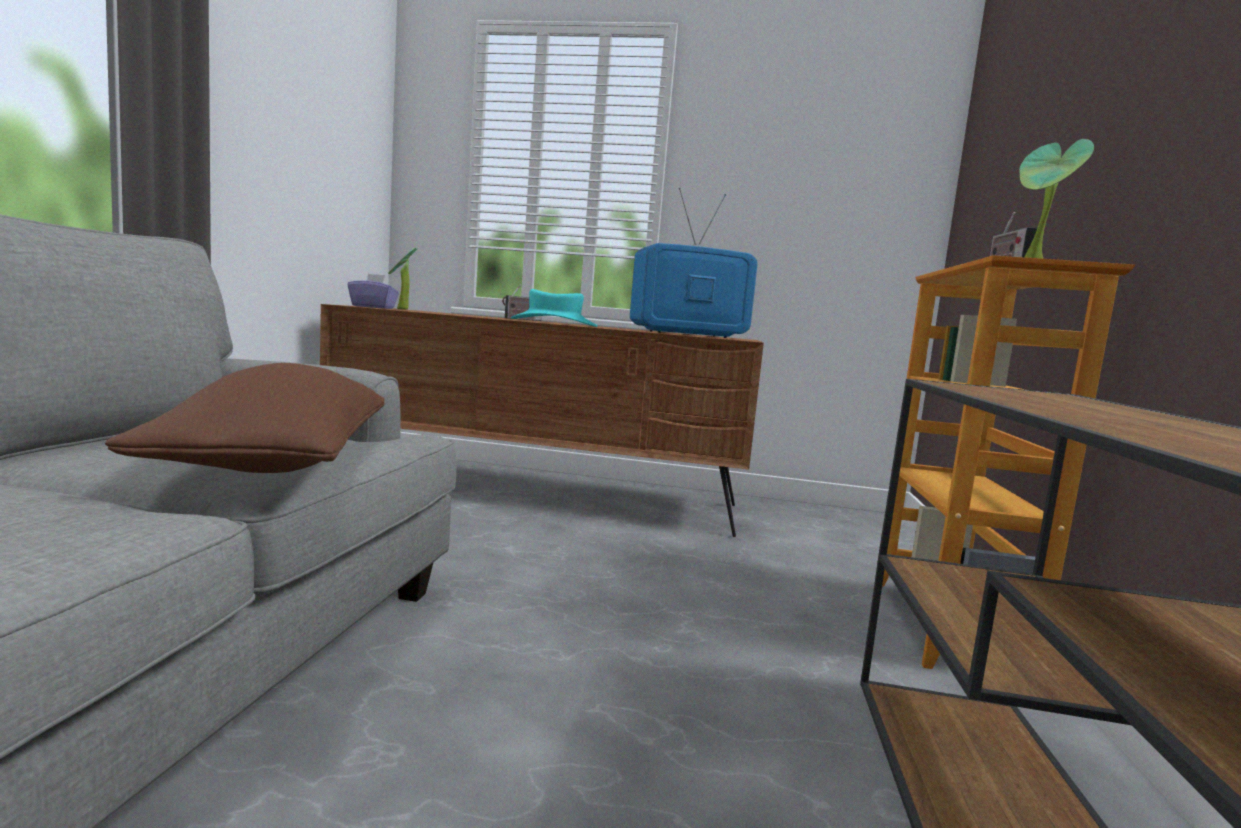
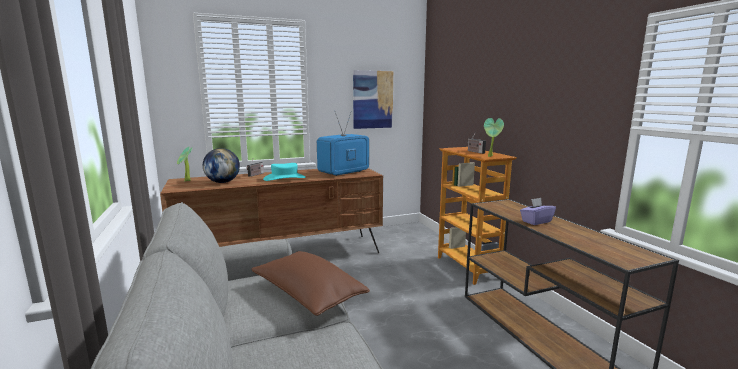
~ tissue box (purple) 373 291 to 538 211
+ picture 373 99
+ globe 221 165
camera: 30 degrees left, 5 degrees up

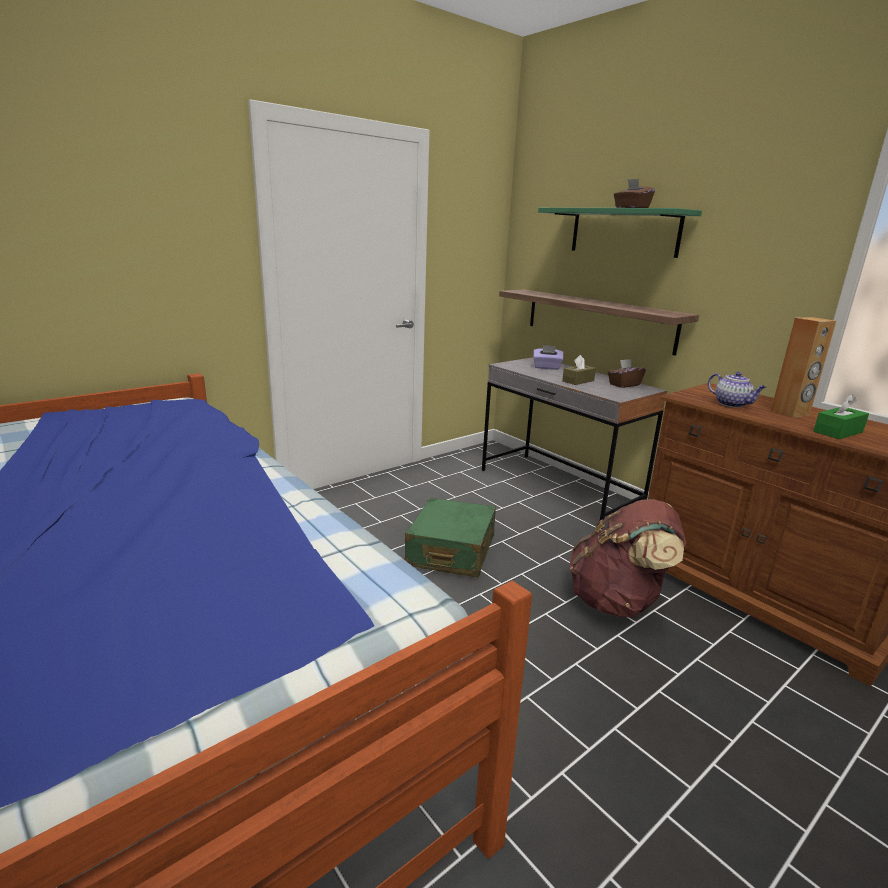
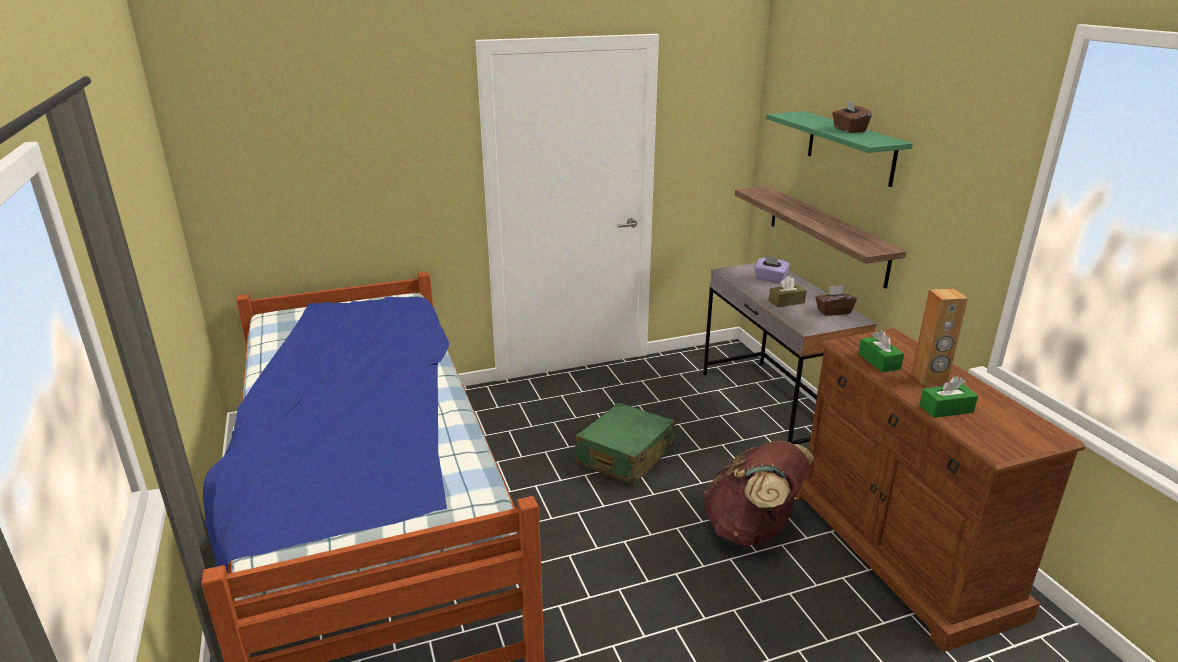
~ teapot 737 390 to tissue box (green) 881 351
camera: 20 degrees right, 5 degrees up

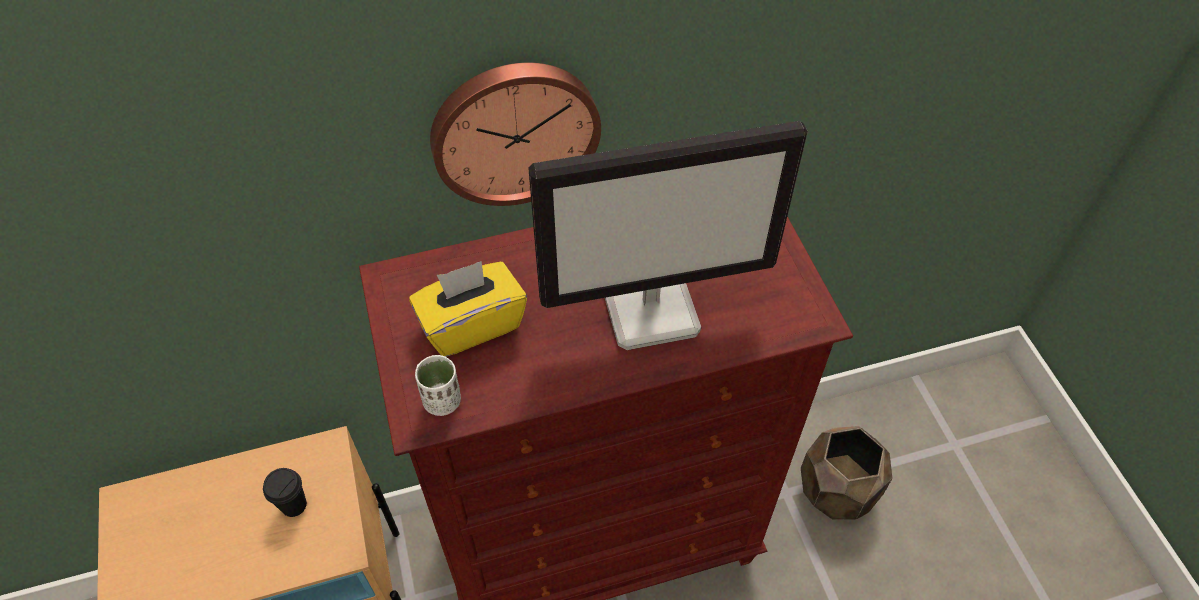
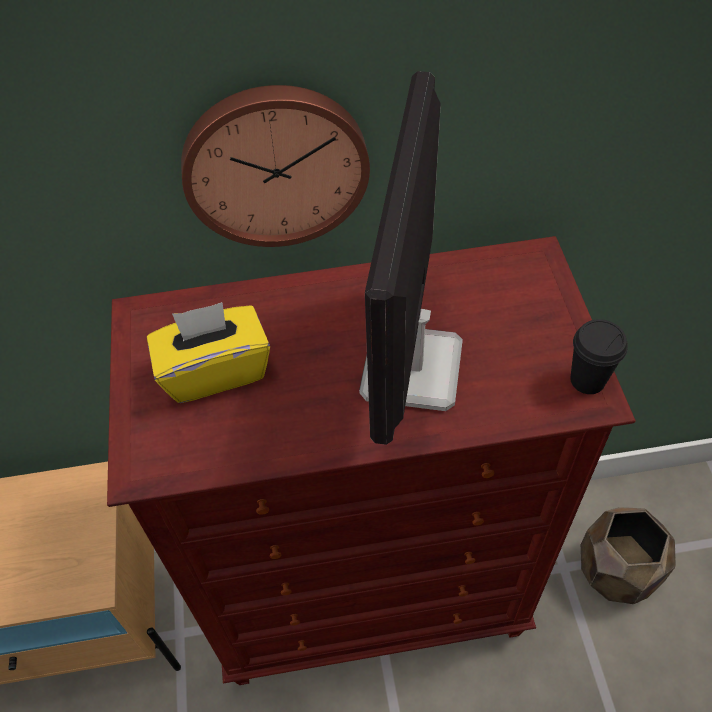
~ monitor 668 235 = 411 258 105 degrees clockwise
- cup (white) 438 385
~ cup (black) 285 492 to 599 356
camera: 10 degrees right, 0 degrees up

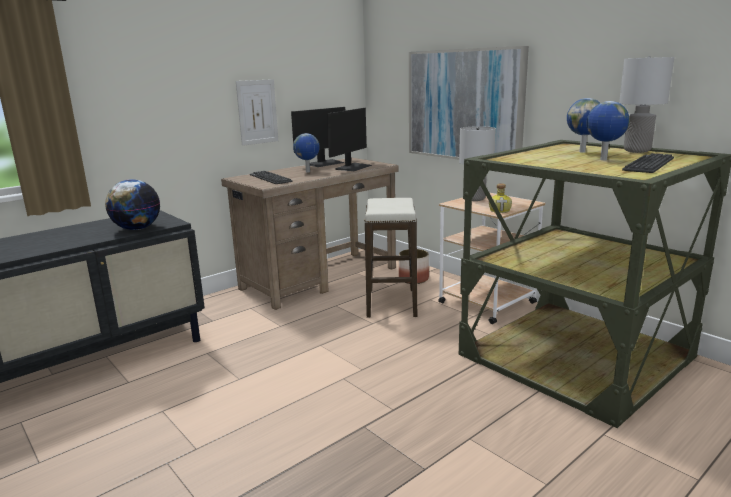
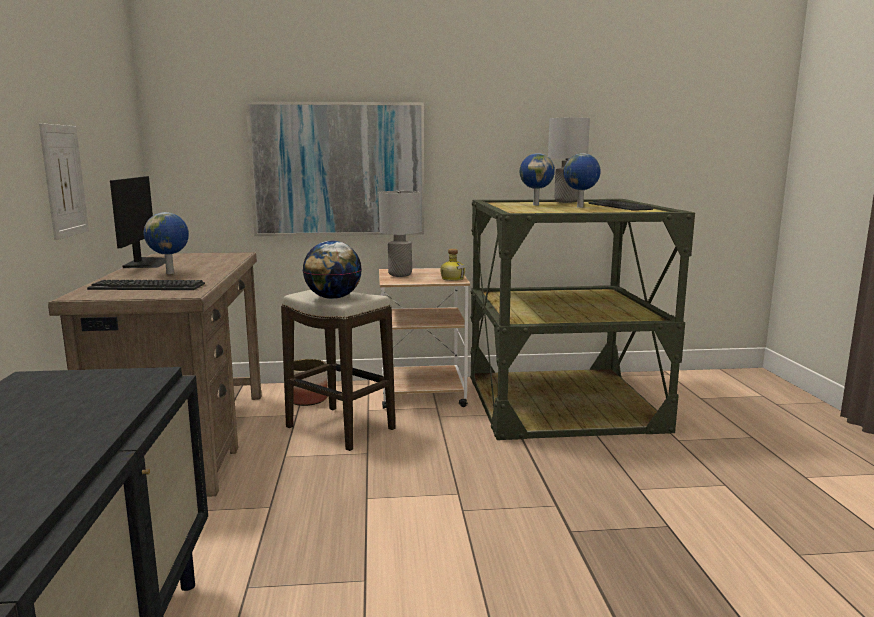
- monitor 349 139
~ globe 132 204 to 332 270
camera: 55 degrees left, 5 degrees down

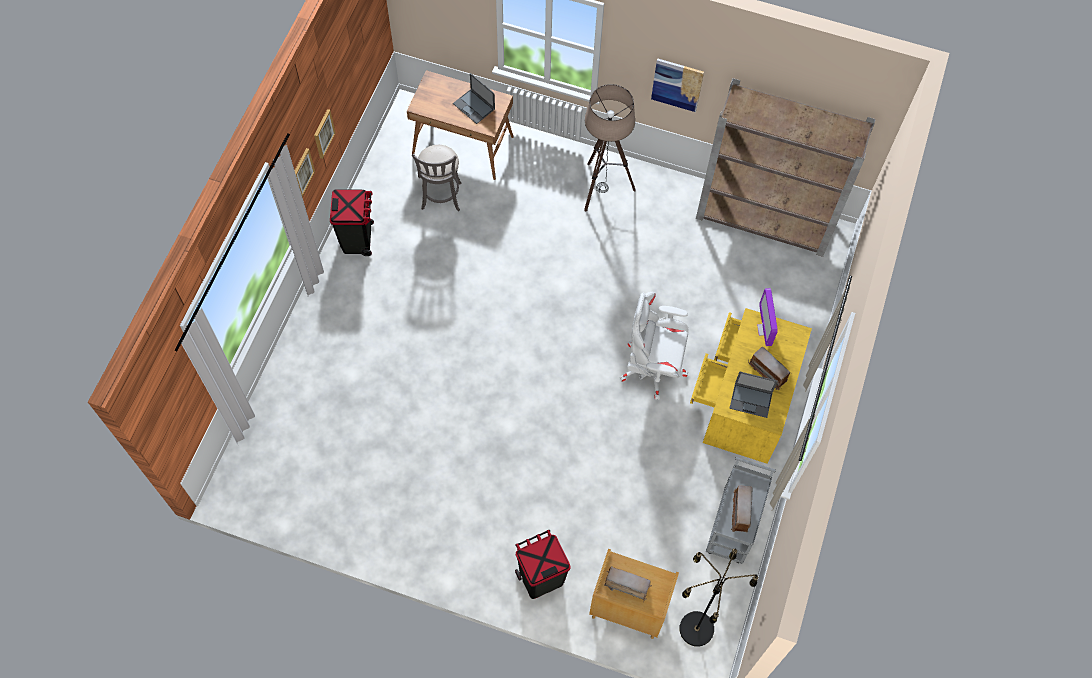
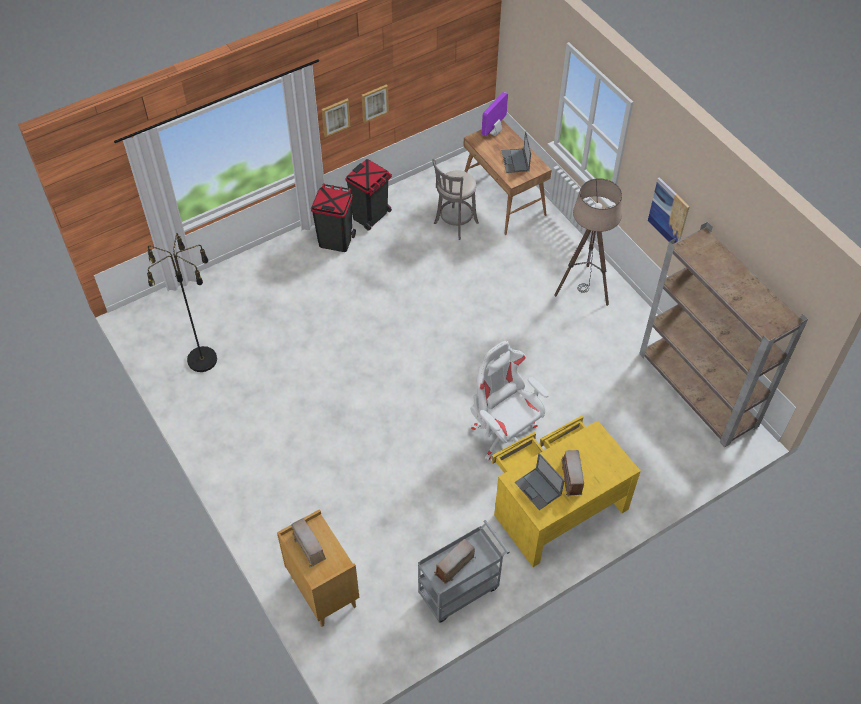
~ monitor 767 317 to 495 114
~ trash can (black) 543 564 to 333 217
~ floor lamp 718 597 to 182 302
camera: 40 degrees right, 10 degrees down

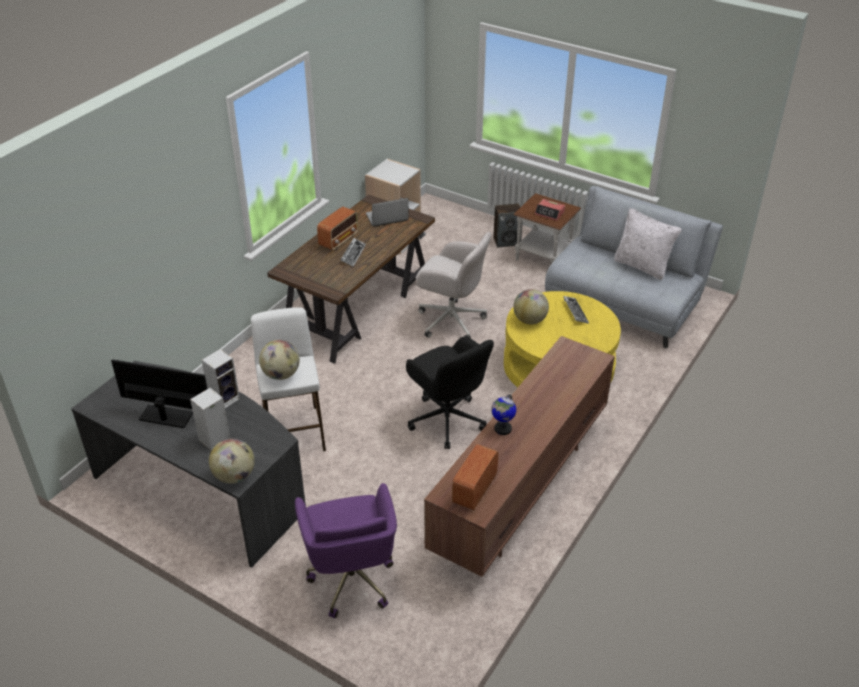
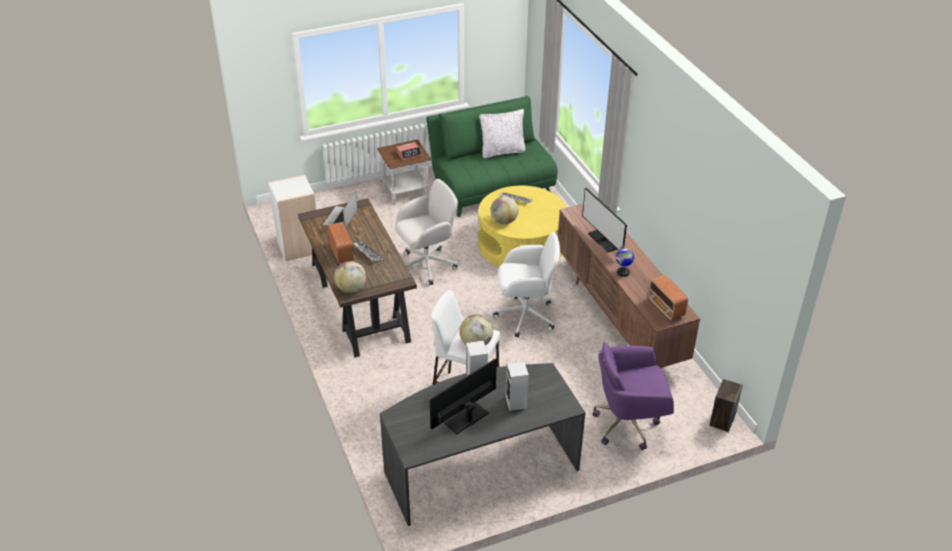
~ sofa (grey) 634 267 to sofa (green) 492 156
~ speaker 508 225 to 726 405
~ office chair (black) 450 393 to office chair (white) 526 284
~ globe 232 461 to 350 277
~ office chair (purple) 346 550 = 633 396 150 degrees clockwise
+ monitor 604 220
camera: 55 degrees left, 0 degrees up

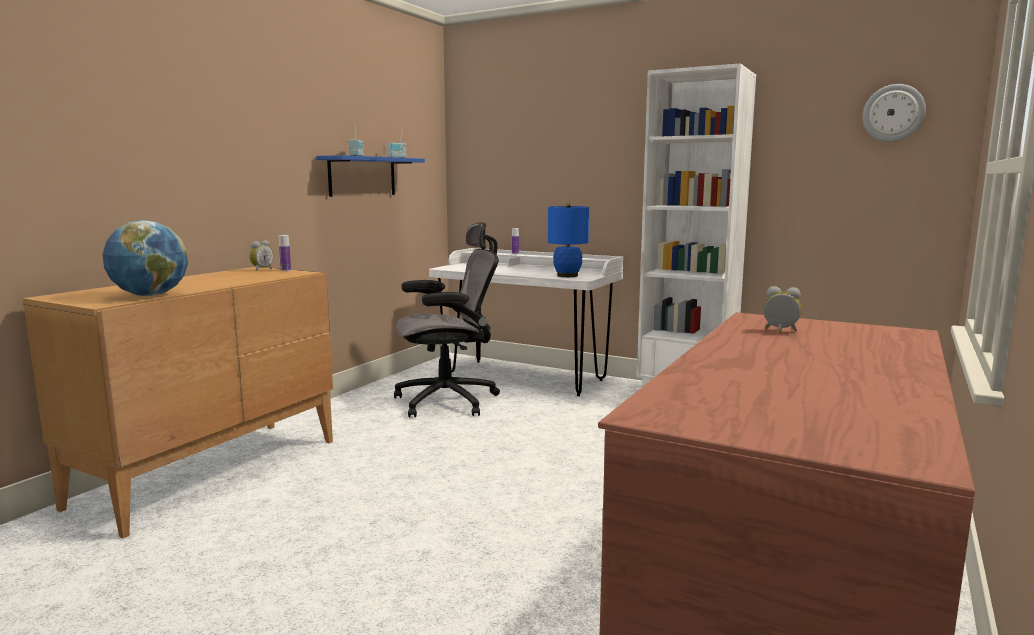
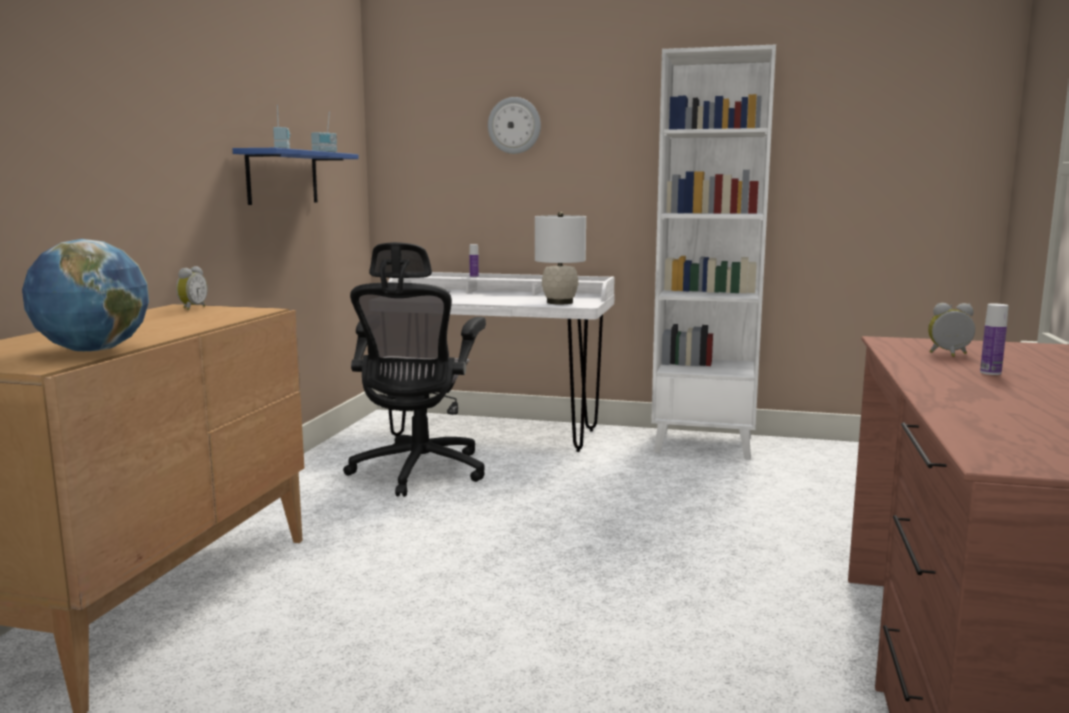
~ wall clock 894 112 to 514 125
~ table lamp (blue) 568 240 to table lamp (white) 560 258
~ office chair 447 319 = 414 369 135 degrees clockwise
~ bottle 285 253 to 994 339
camera: 15 degrees left, 0 degrees up

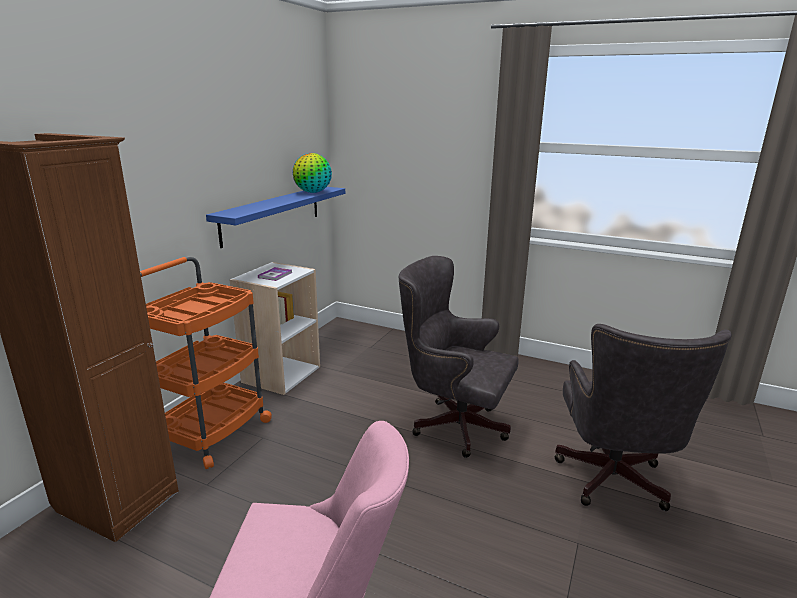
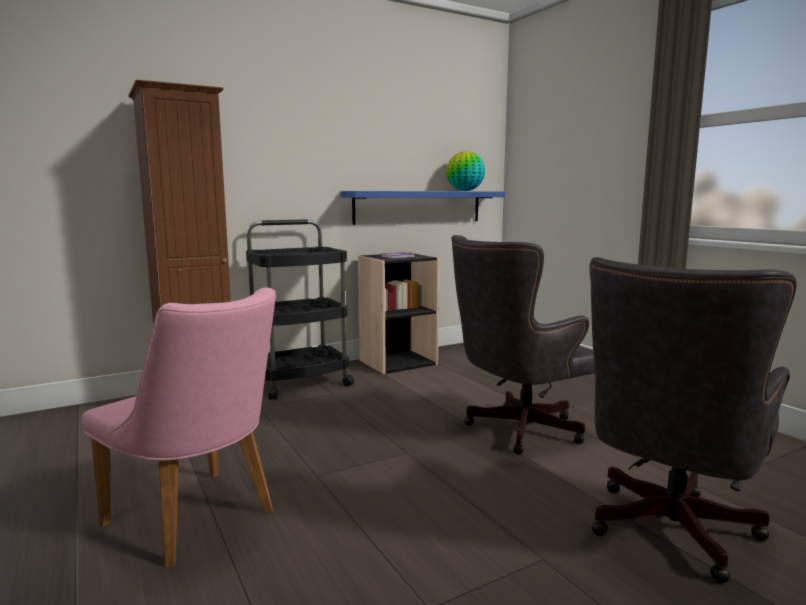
~ office chair (grey) 459 357 = 523 345 90 degrees counterclockwise
~ cart (orange) 206 363 to cart (black) 300 309
~ bookcase (white) 275 328 to bookcase (black) 398 313
camera: 35 degrees right, 10 degrees down

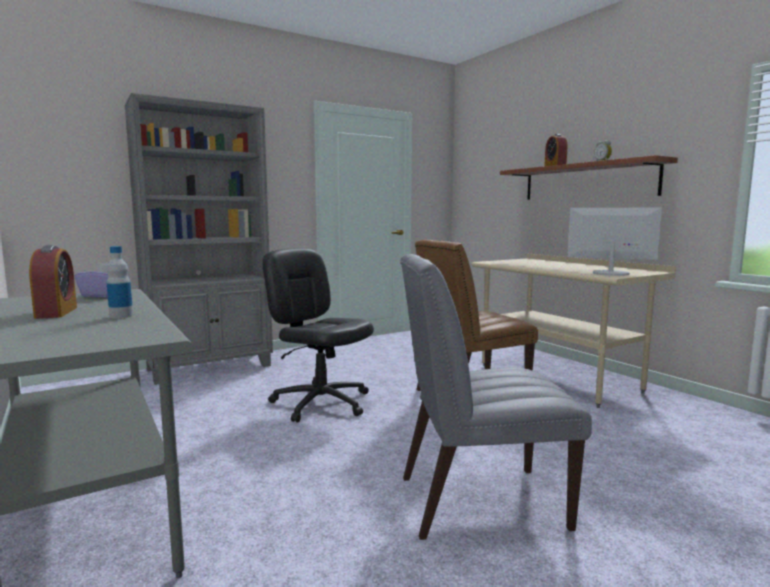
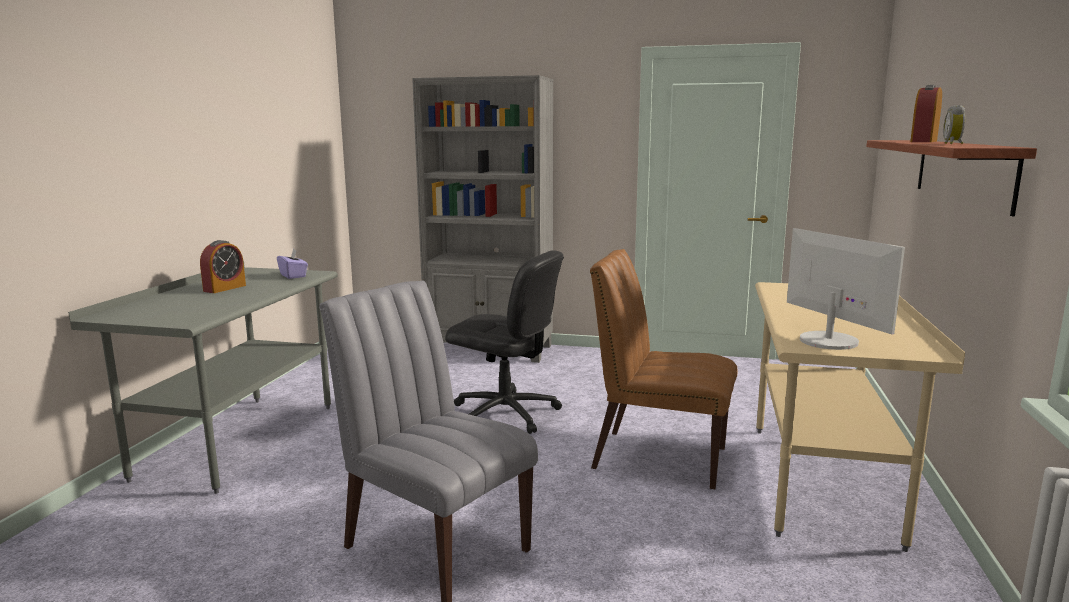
- bottle 120 282
~ office chair (black) 318 335 = 504 342 120 degrees clockwise
camera: 45 degrees right, 5 degrees up

